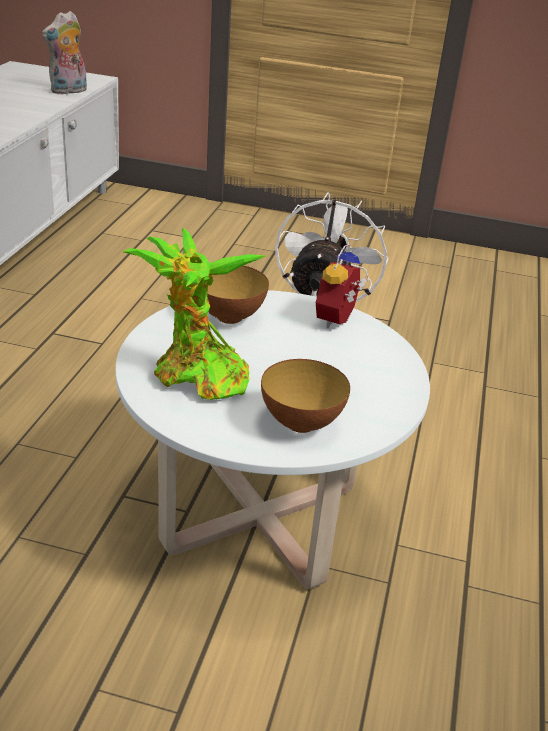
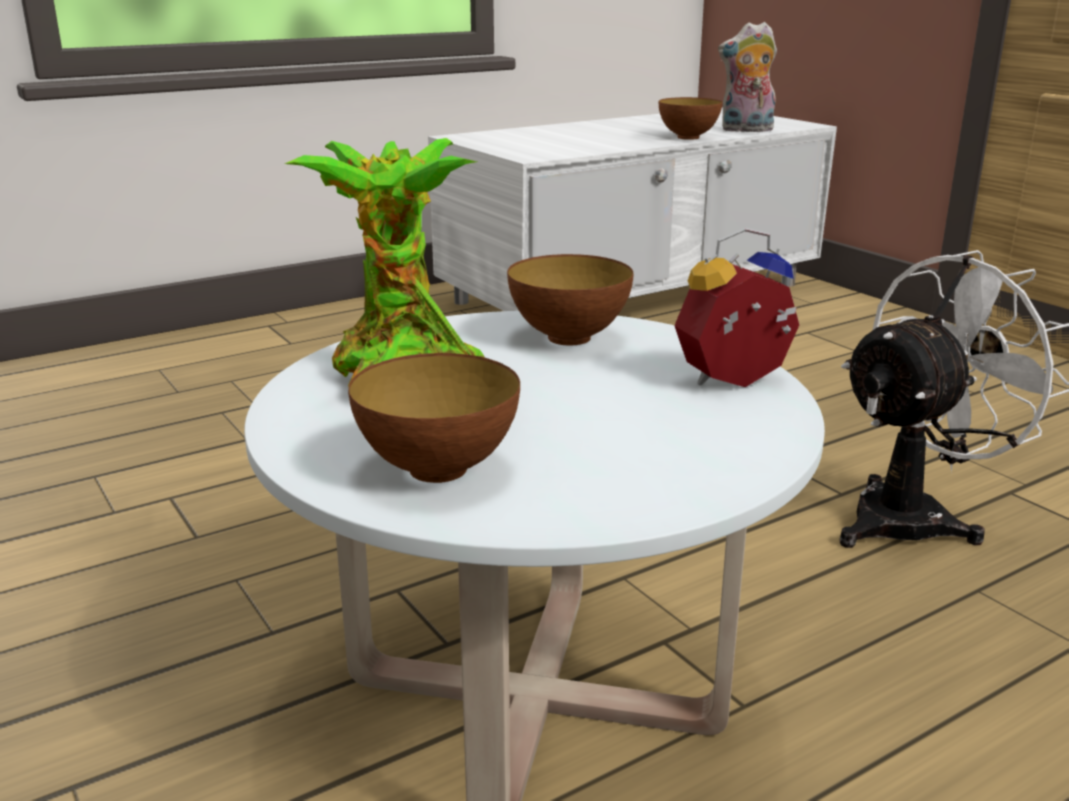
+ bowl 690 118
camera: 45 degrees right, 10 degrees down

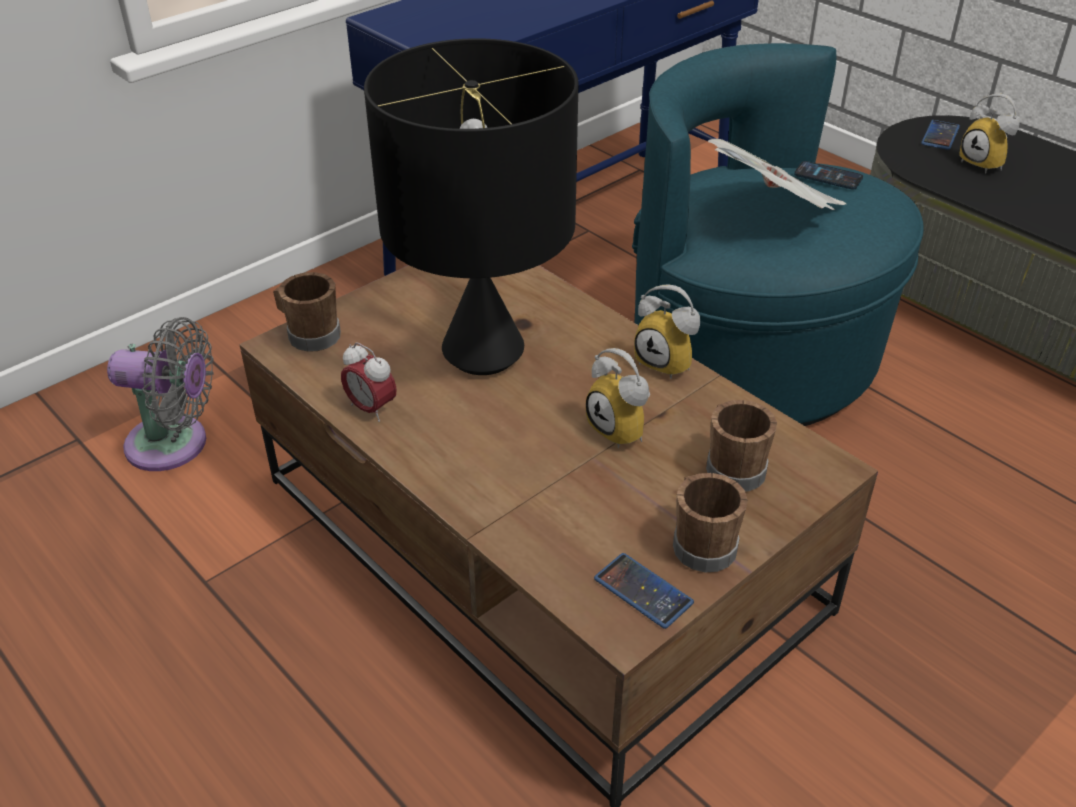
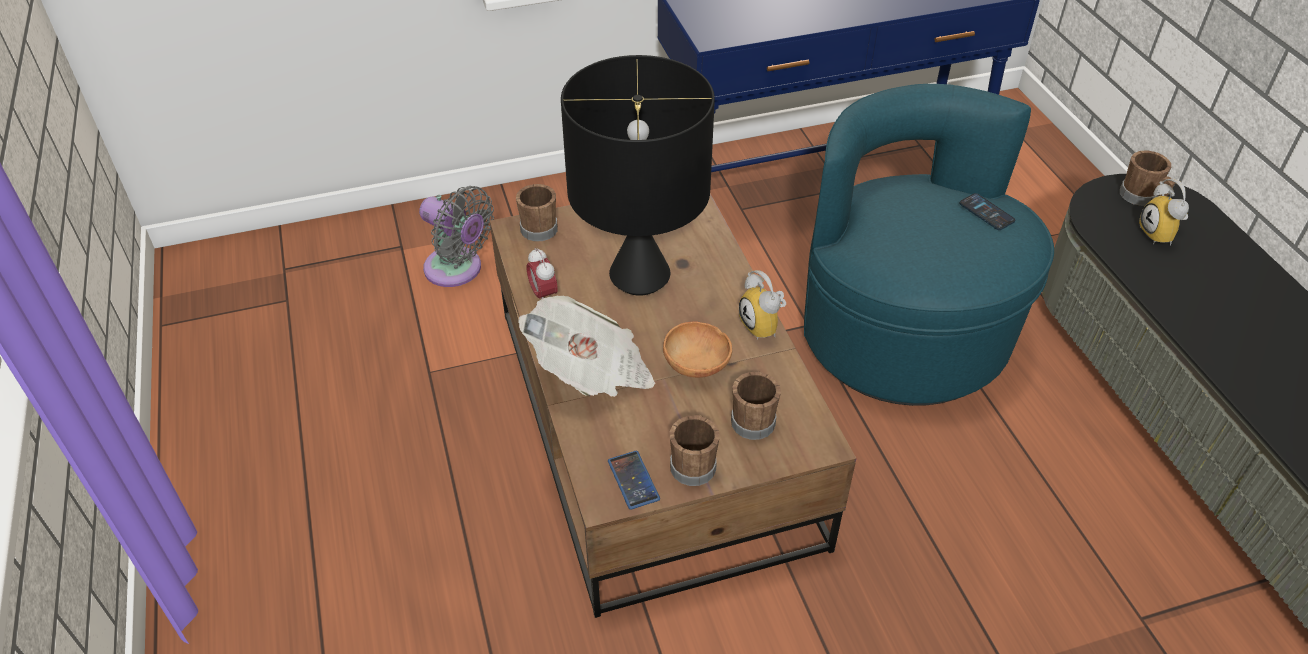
~ phone 940 135 to mug (brown) 1147 178
~ newspaper 777 174 to 586 346
~ alarm clock 618 398 to bowl (brown) 697 350
camera: 25 degrees right, 5 degrees up

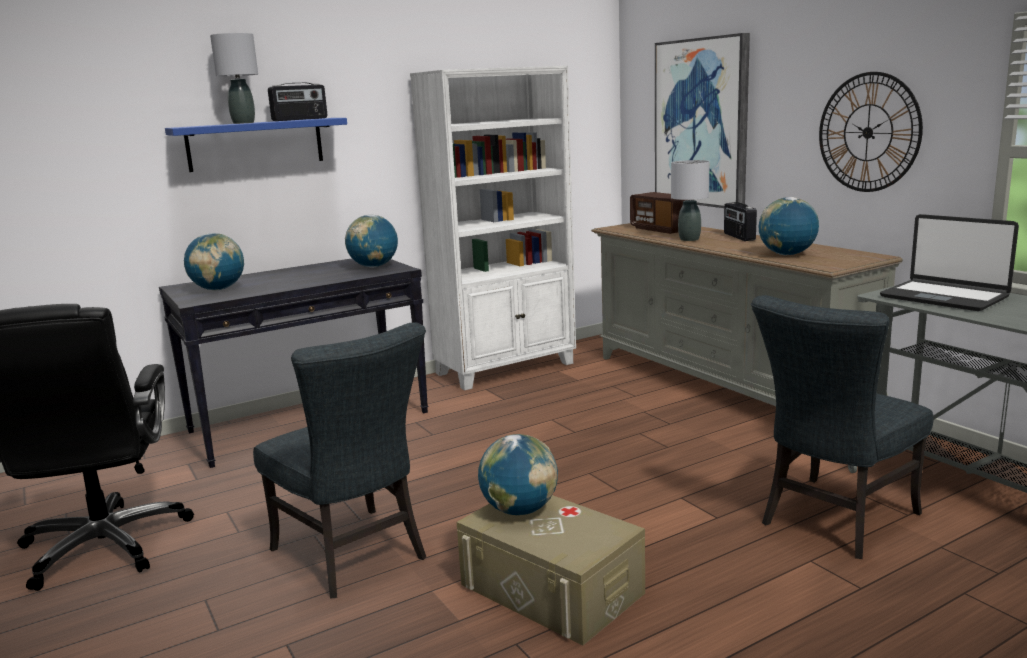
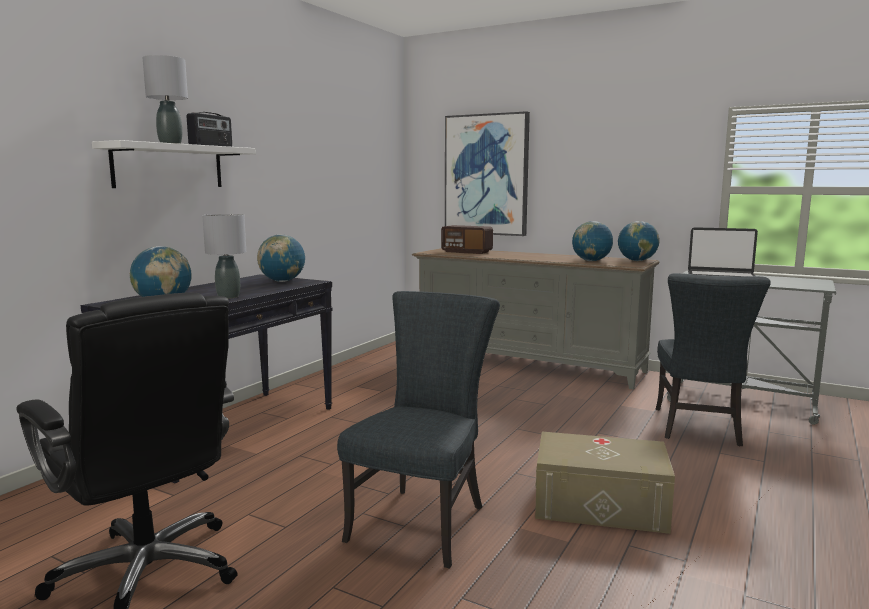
- bookcase (white) 493 228
- wall clock 871 132
~ shelf (blue) 256 145 to shelf (white) 174 164
~ table lamp (grey) 690 200 to 224 256
- radio 740 221
~ chair (grey) 339 460 = 418 430 90 degrees counterclockwise
~ globe 518 474 to 639 241
camera: 30 degrees left, 5 degrees down

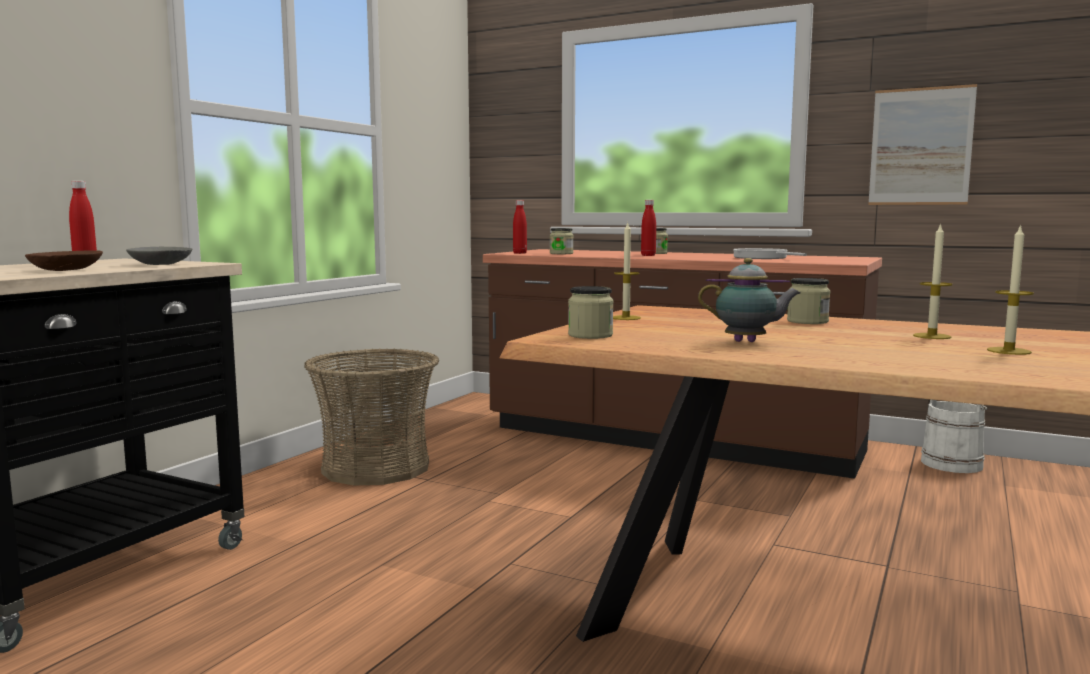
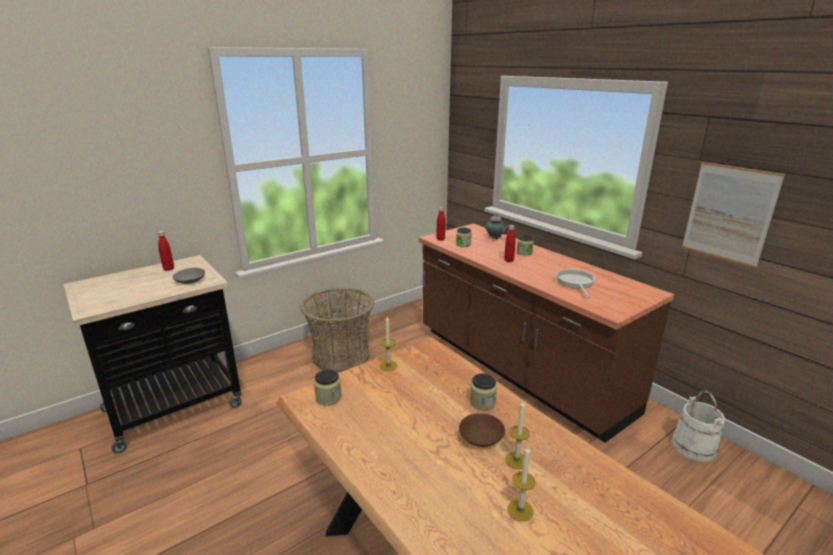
~ bowl (brown) 64 260 to 482 430
~ teapot 749 300 to 495 226
camera: 25 degrees right, 15 degrees up

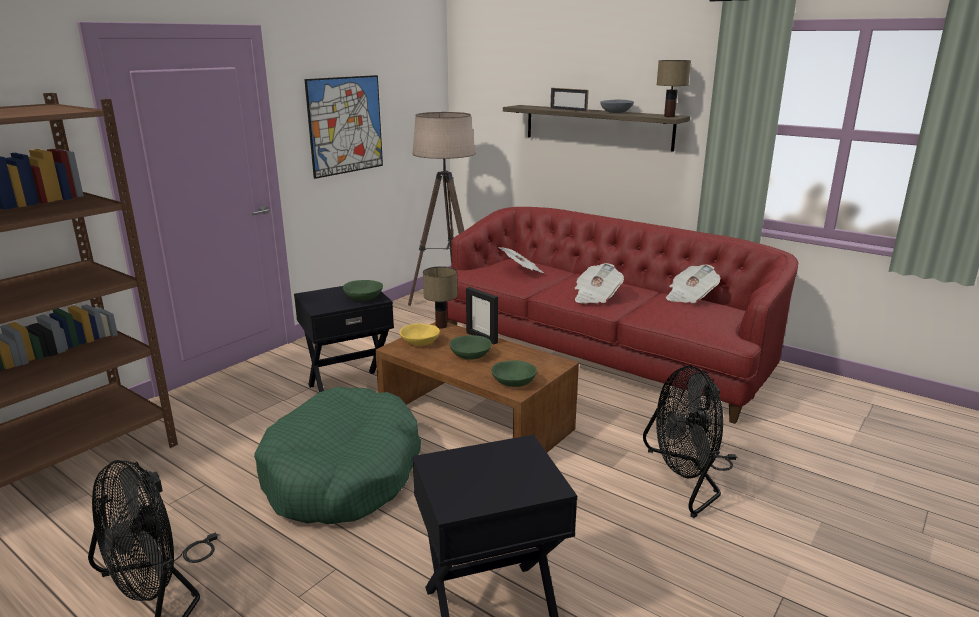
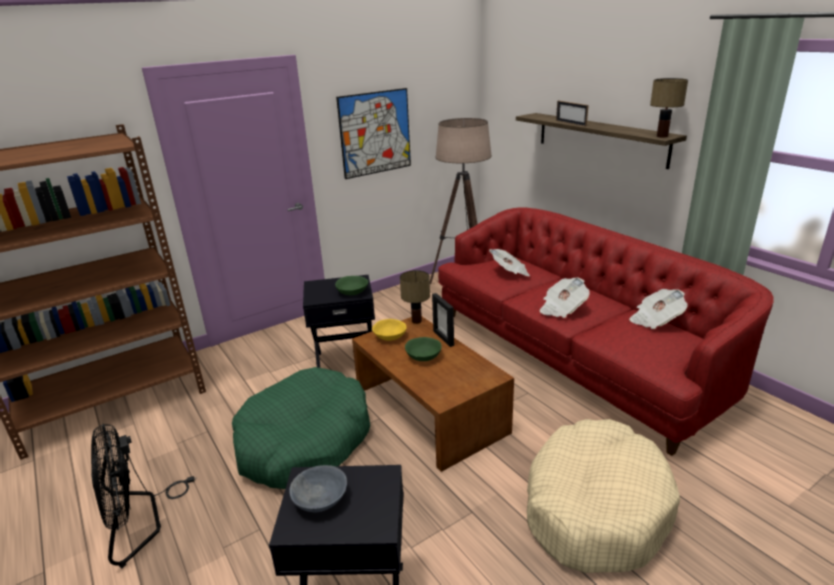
~ bowl (grey) 617 106 to 318 488
- bowl (green) 514 373
~ fan (black) 690 442 to dog bed (beige) 603 496
camera: 20 degrees right, 5 degrees up

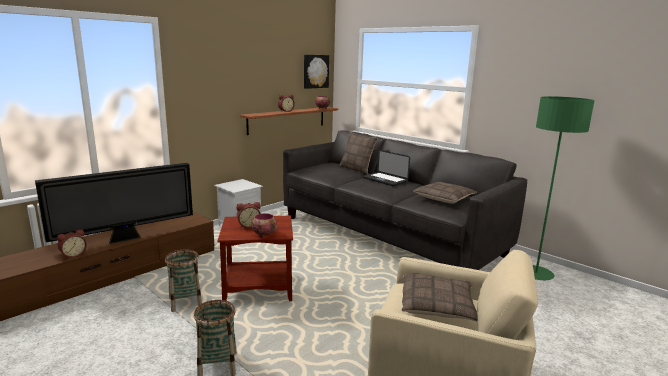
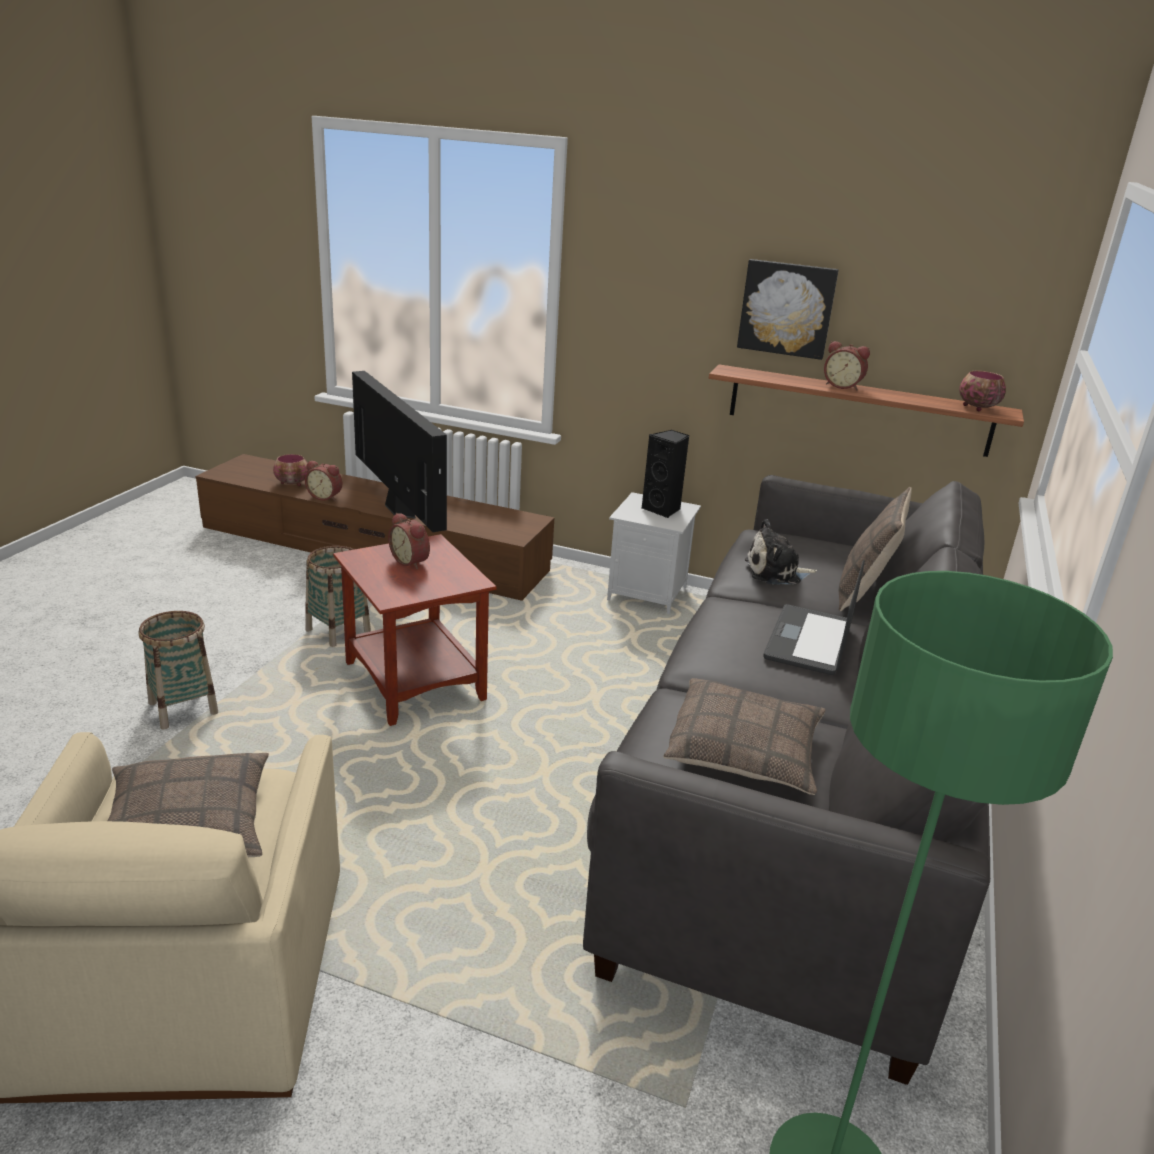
~ picture 316 72 to 788 309
~ television 114 203 = 399 451 150 degrees counterclockwise
~ bowl 264 225 to 291 470
+ speaker (black) 665 474
+ plush toy 781 551
camera: 65 degrees right, 10 degrees up

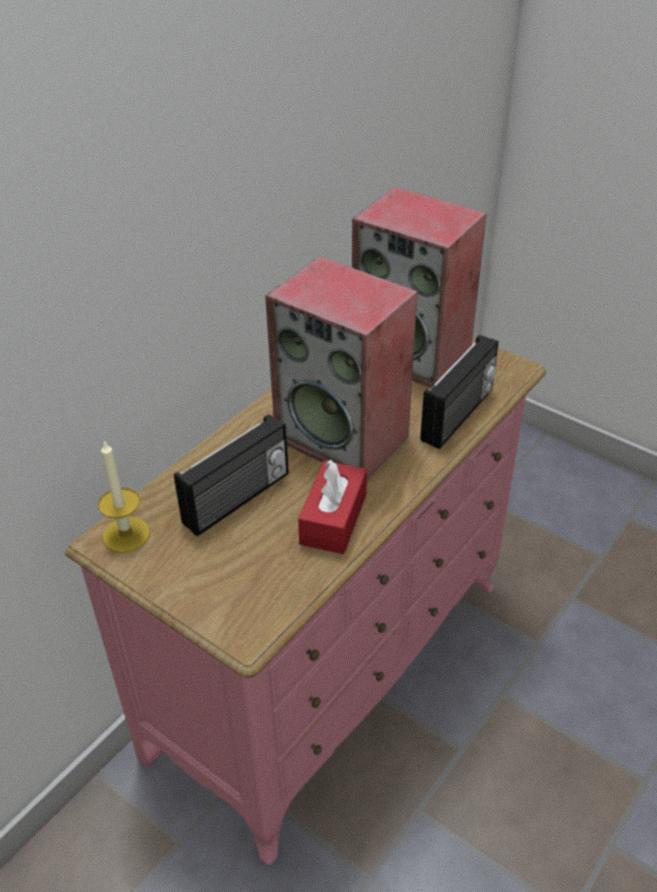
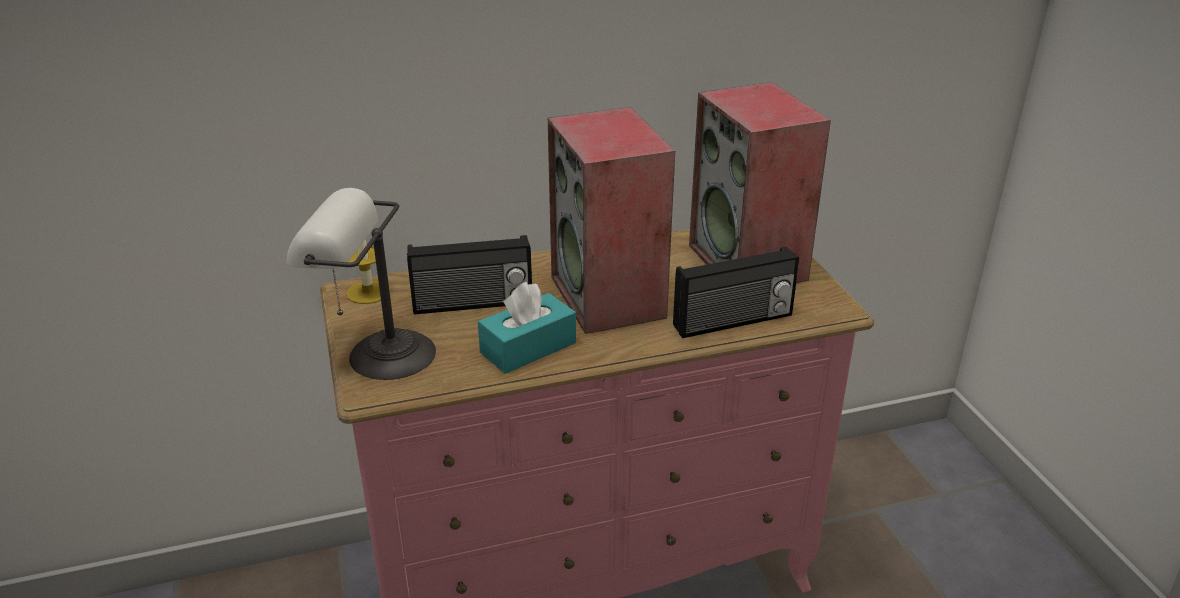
~ tissue box (red) 332 507 to tissue box (turquoise) 527 328
+ table lamp 361 284
camera: 35 degrees right, 10 degrees down

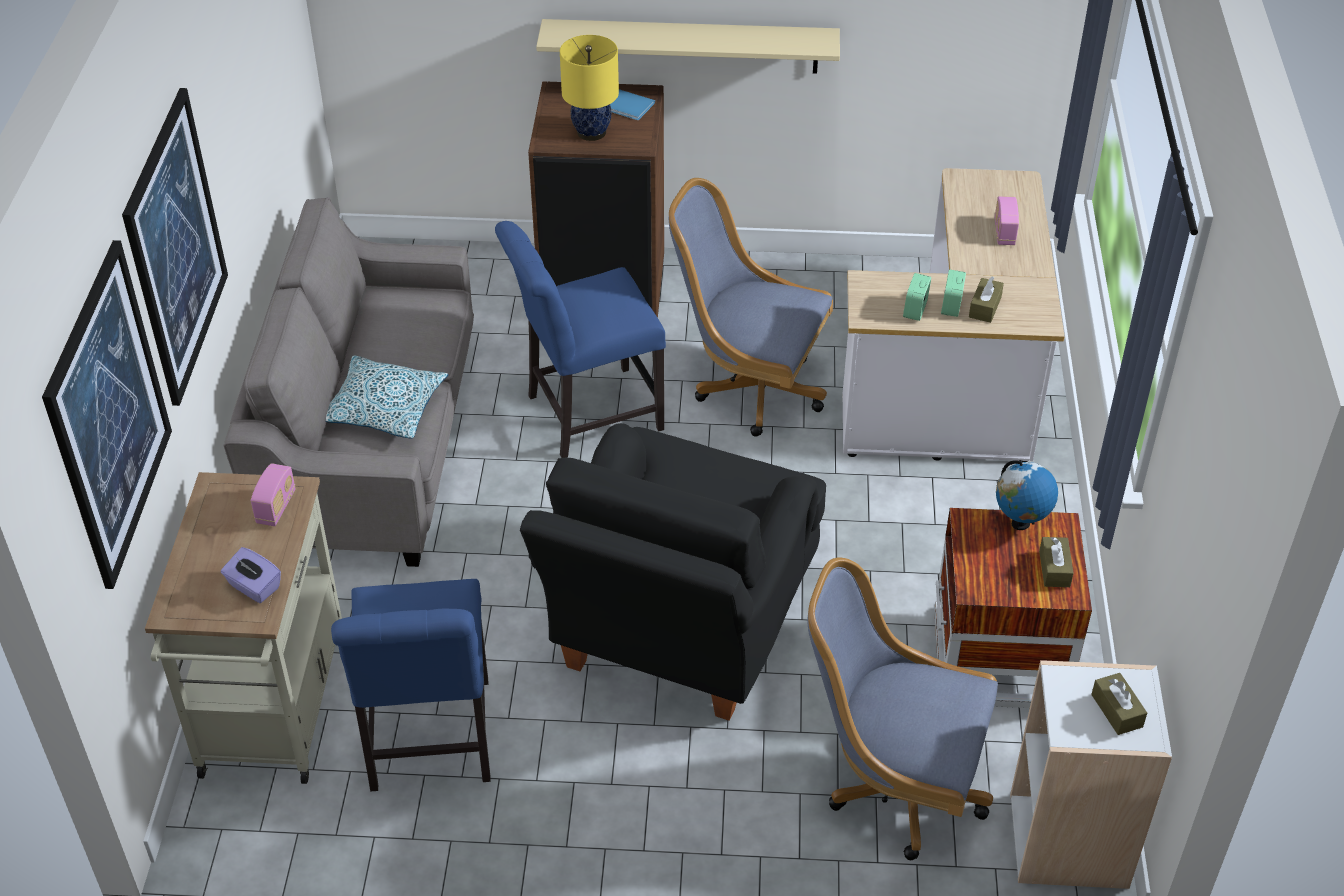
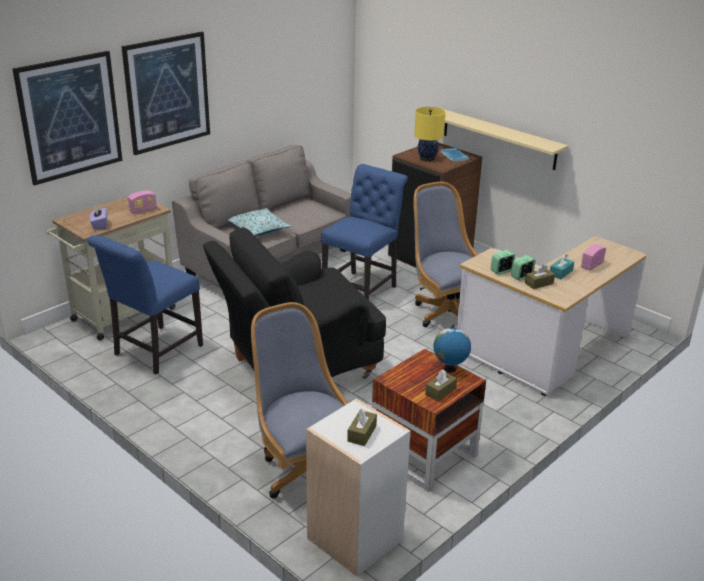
~ chair (blue) 580 339 = 364 232 105 degrees clockwise
+ tissue box (turquoise) 562 267
camera: 40 degrees right, 15 degrees down

